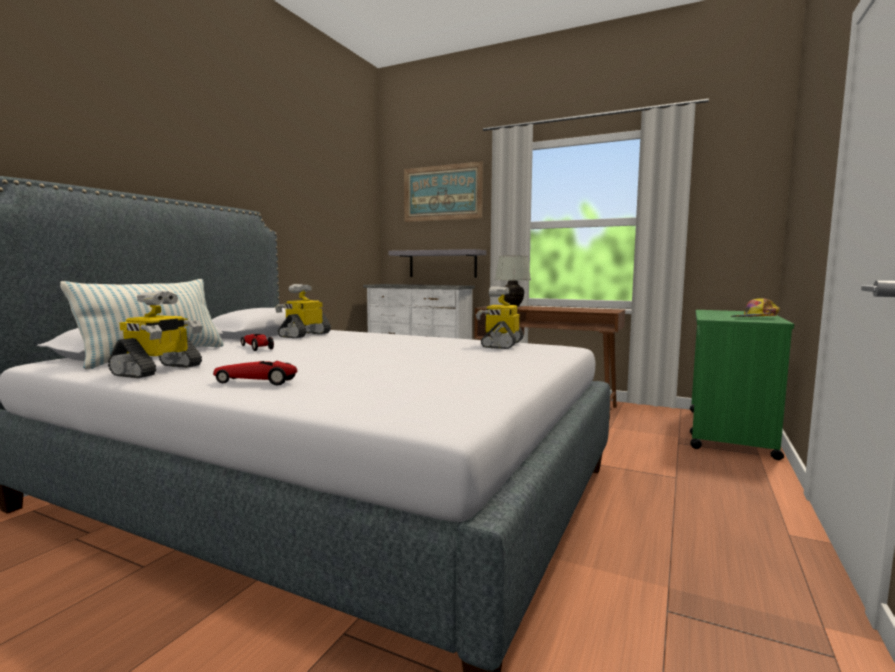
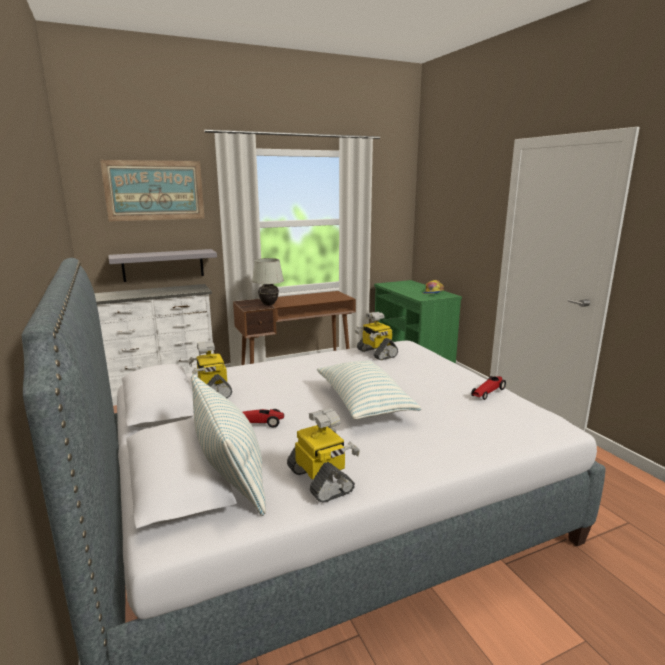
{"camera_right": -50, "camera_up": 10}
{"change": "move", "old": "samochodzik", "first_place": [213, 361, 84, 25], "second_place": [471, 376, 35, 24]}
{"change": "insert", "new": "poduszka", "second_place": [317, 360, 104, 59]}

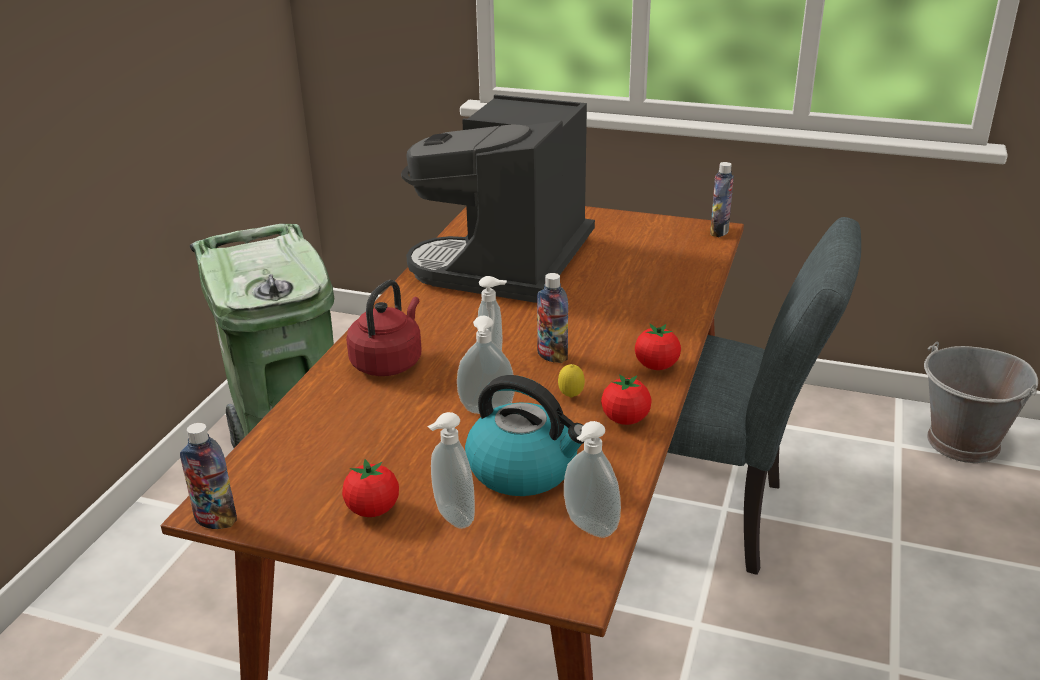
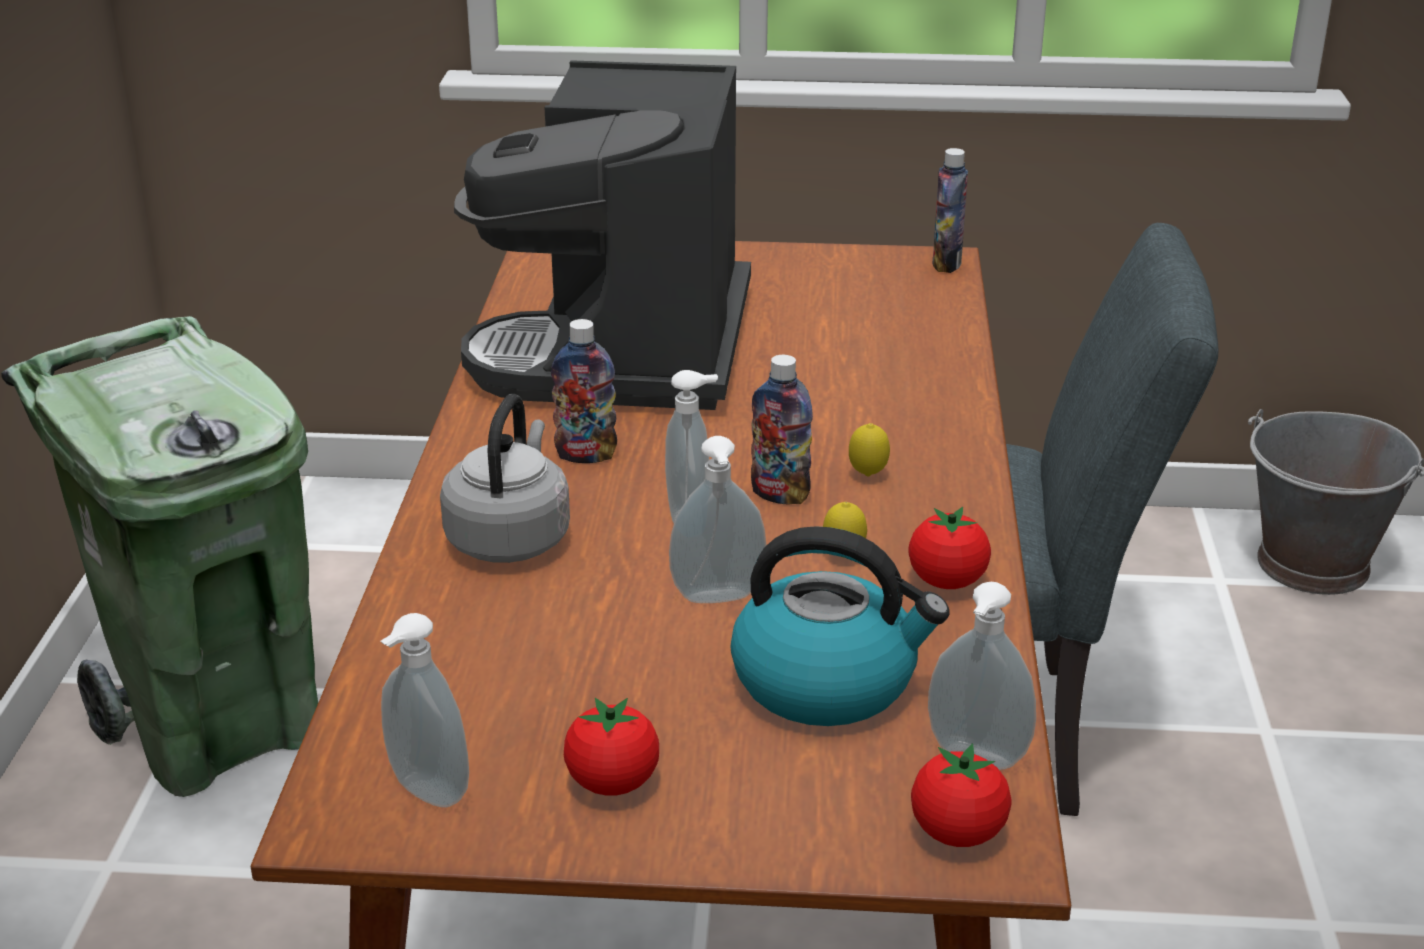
{"camera_right": -15, "camera_up": 0}
{"change": "recolor", "old": "czajnik/czerwony", "new": "czajnik/szary", "first_place": [346, 280, 76, 96], "second_place": [440, 394, 130, 169]}
{"change": "move", "old": "pomidor", "first_place": [635, 324, 46, 46], "second_place": [911, 744, 100, 103]}
{"change": "move", "old": "dozownik mydła", "first_place": [427, 412, 48, 117], "second_place": [380, 613, 89, 194]}
{"change": "move", "old": "butelka", "first_place": [180, 423, 57, 106], "second_place": [551, 319, 66, 144]}
{"change": "insert", "new": "cytryna", "second_place": [849, 423, 41, 53]}

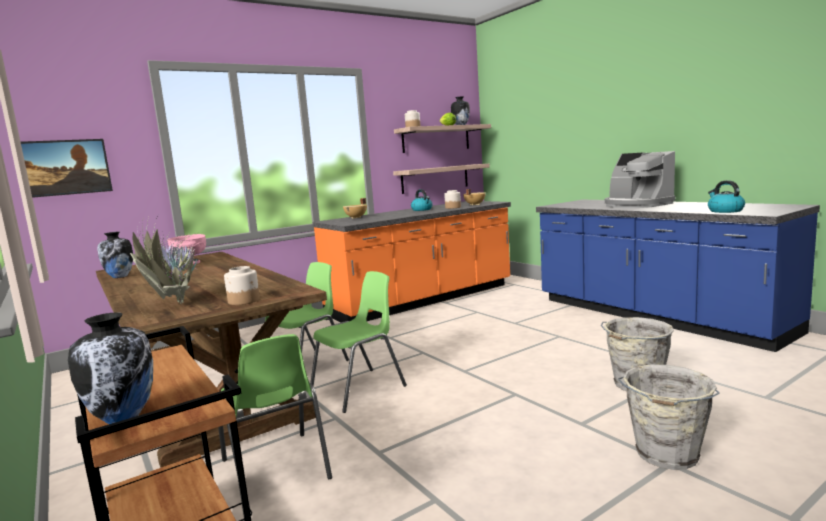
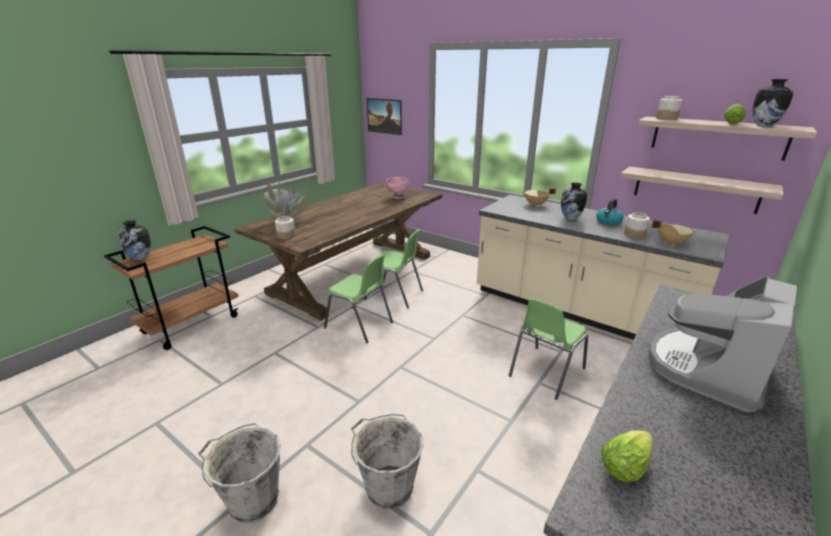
{"camera_right": 70, "camera_up": 15}
{"change": "replace", "old": "czajnik", "new": "sałata", "first_place": [708, 180, 37, 33], "second_place": [601, 431, 51, 51]}
{"change": "recolor", "old": "zabudowa kuchenna/pomarańczowy", "new": "zabudowa kuchenna/beżowy", "first_place": [312, 201, 199, 121], "second_place": [477, 195, 253, 145]}
{"change": "move", "old": "wazon", "first_place": [97, 232, 36, 46], "second_place": [561, 182, 26, 38]}
{"change": "move", "old": "krzesło/zielony", "first_place": [218, 334, 114, 174], "second_place": [509, 298, 79, 102]}

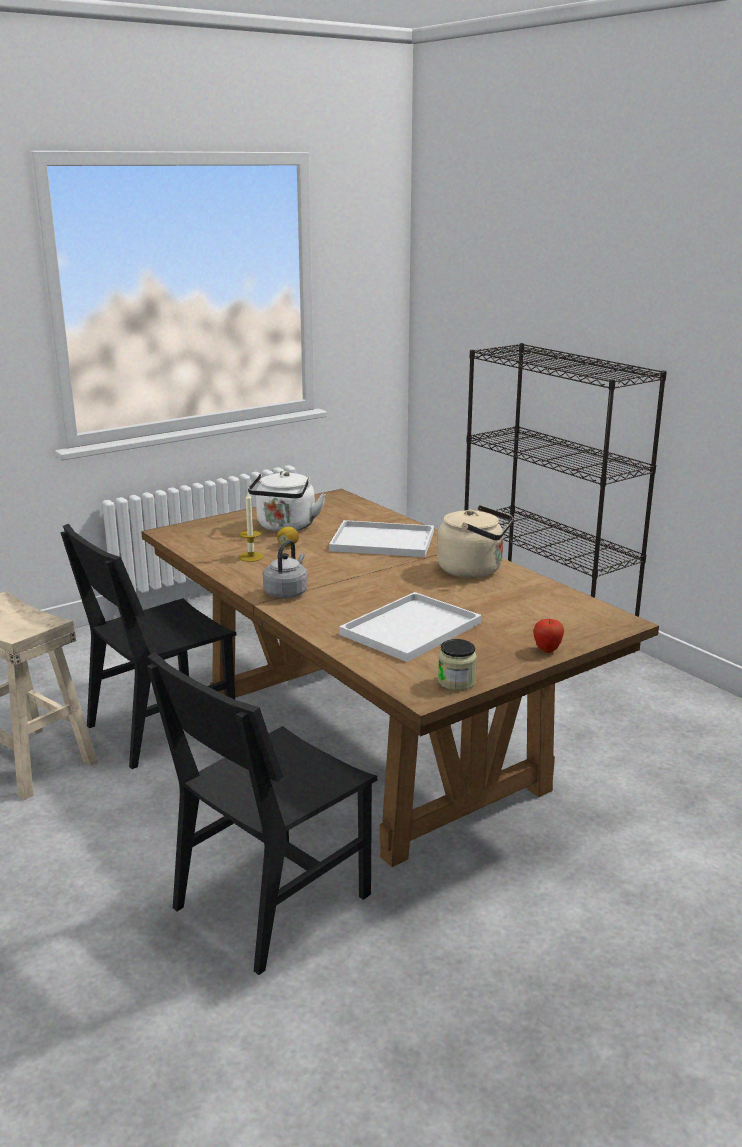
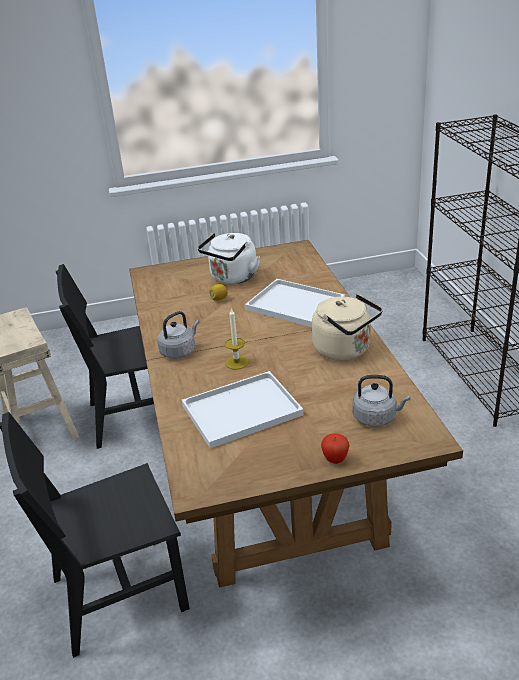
{"camera_right": 25, "camera_up": 10}
{"change": "move", "old": "świeca", "first_place": [238, 493, 26, 69], "second_place": [225, 308, 23, 61]}
{"change": "delete", "old": "słoik", "first_place": [438, 639, 39, 52]}
{"change": "insert", "new": "czajnik/szary", "second_place": [352, 375, 58, 52]}

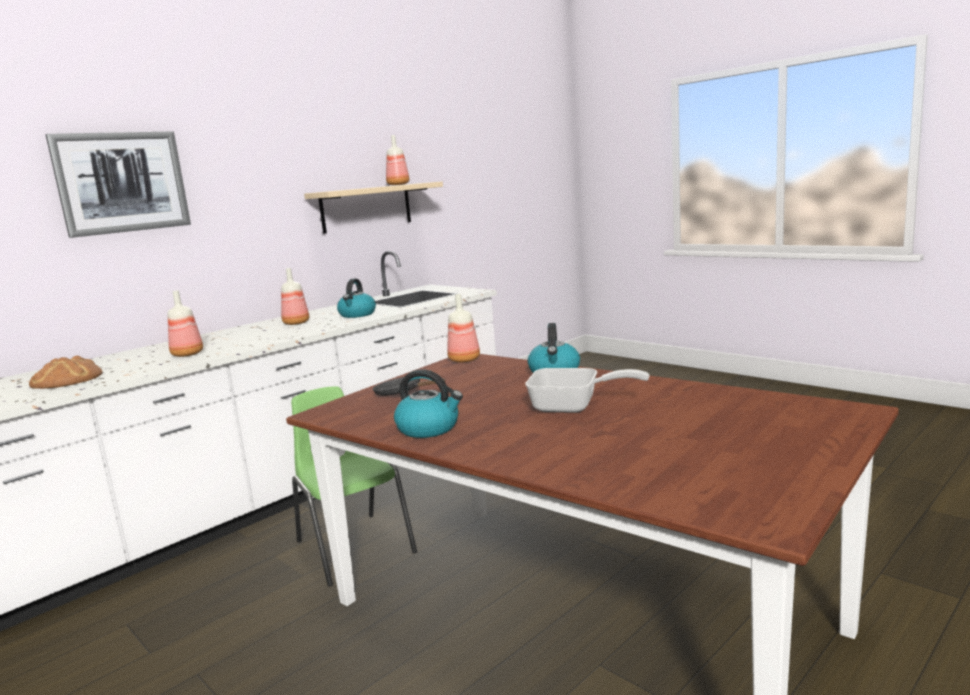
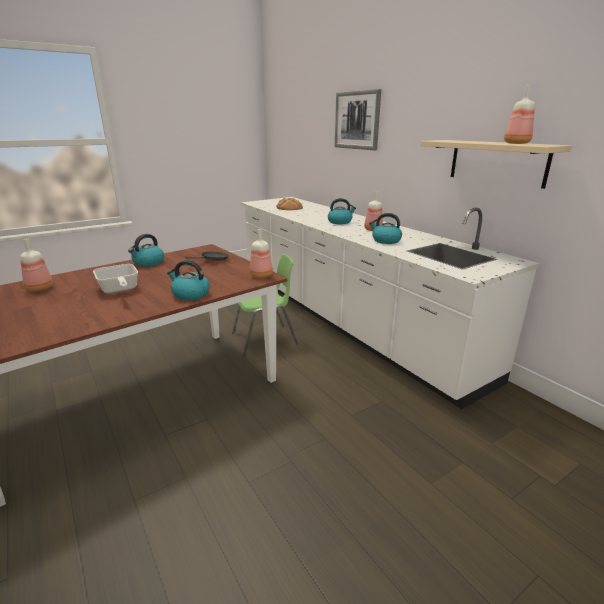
{"camera_right": 100, "camera_up": 10}
{"change": "move", "old": "butelka", "first_place": [168, 290, 35, 67], "second_place": [20, 238, 33, 53]}
{"change": "rotate", "old": "patelnia", "first_place": [525, 368, 125, 45], "second_place": [93, 264, 45, 30], "degrees": -60}
{"change": "insert", "new": "czajnik", "second_place": [328, 198, 28, 26]}

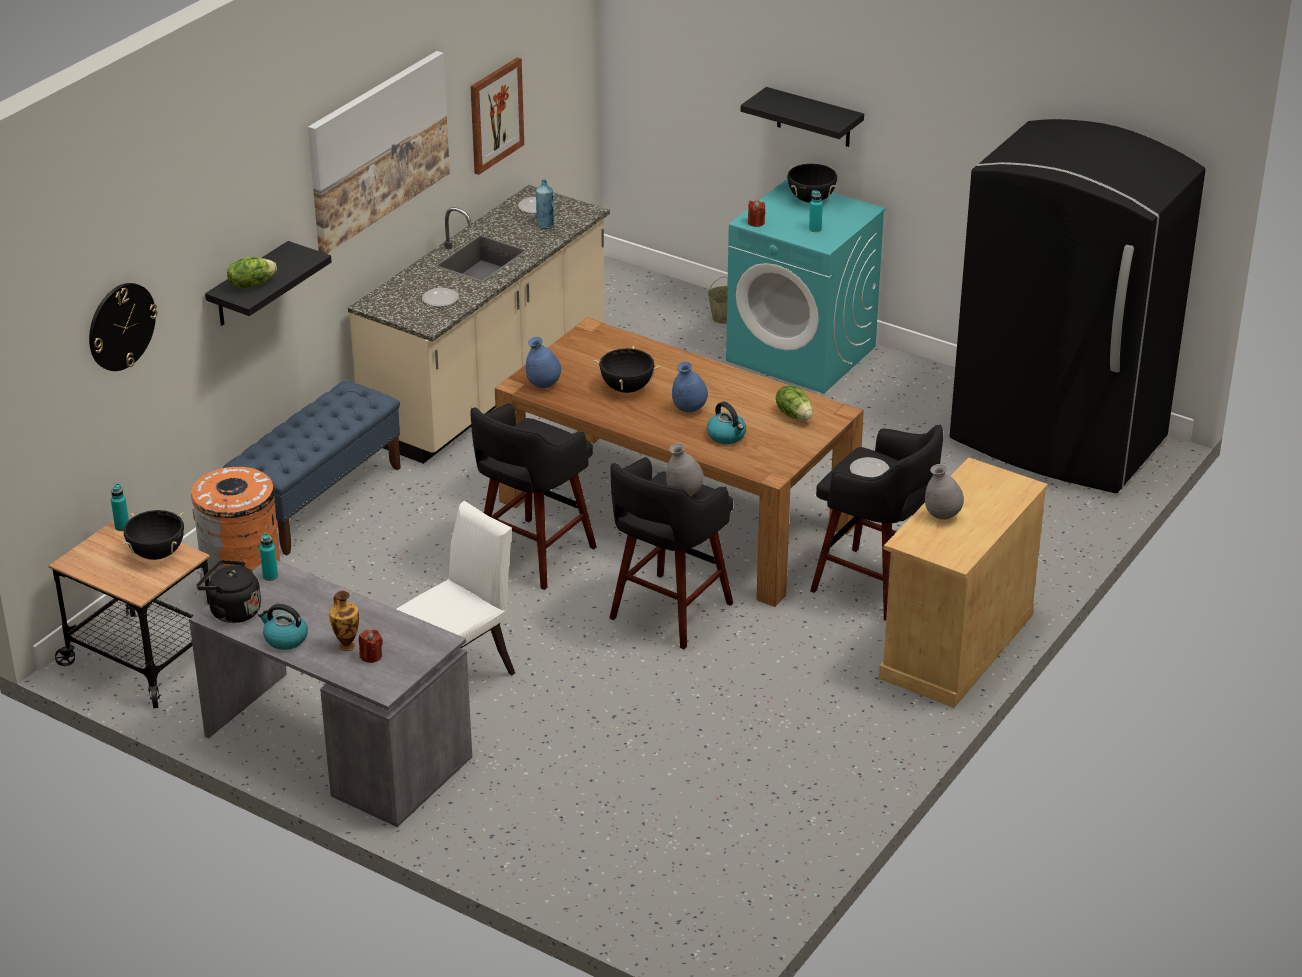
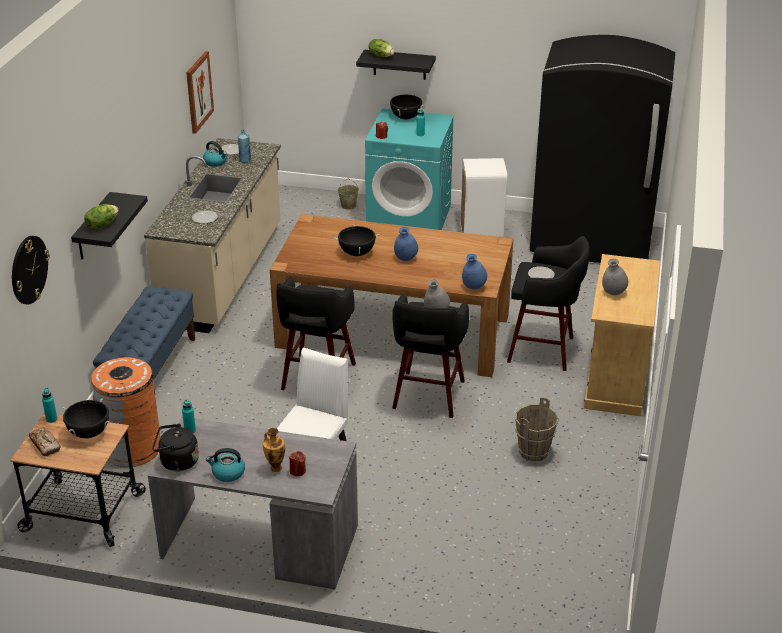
{"camera_right": -20, "camera_up": 0}
{"change": "delete", "old": "obraz", "first_place": [308, 51, 142, 203]}
{"change": "move", "old": "wazon/niebieski", "first_place": [526, 337, 35, 51], "second_place": [462, 254, 25, 35]}
{"change": "move", "old": "sałata", "first_place": [776, 385, 37, 35], "second_place": [368, 39, 26, 18]}
{"change": "move", "old": "czajnik", "first_place": [707, 402, 39, 42], "second_place": [203, 141, 24, 26]}
{"change": "insert", "new": "kosz na śmieci/biały", "second_place": [460, 158, 47, 79]}
{"change": "insert", "new": "wiadro/brązowy", "second_place": [515, 397, 44, 65]}
{"change": "insert", "new": "chleb", "second_place": [29, 428, 32, 28]}

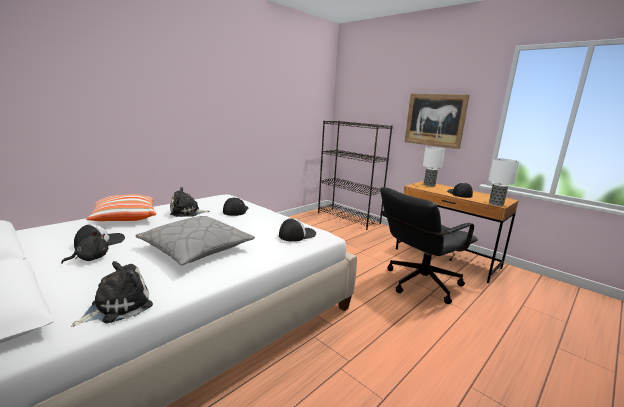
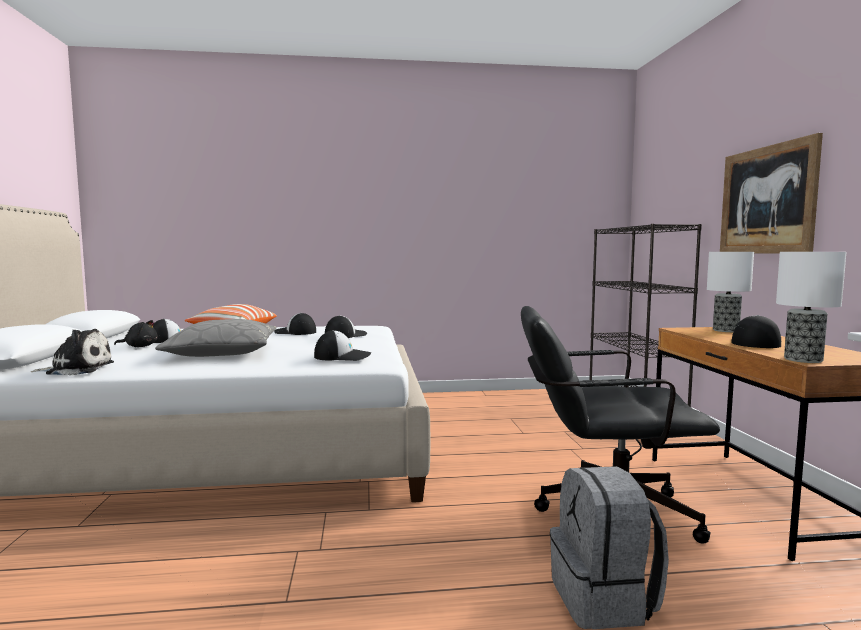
{"camera_right": 40, "camera_up": -10}
{"change": "replace", "old": "pluszak", "new": "czapka z daszkiem", "first_place": [170, 187, 40, 30], "second_place": [274, 313, 42, 22]}
{"change": "insert", "new": "plecak/szary", "second_place": [550, 466, 119, 163]}

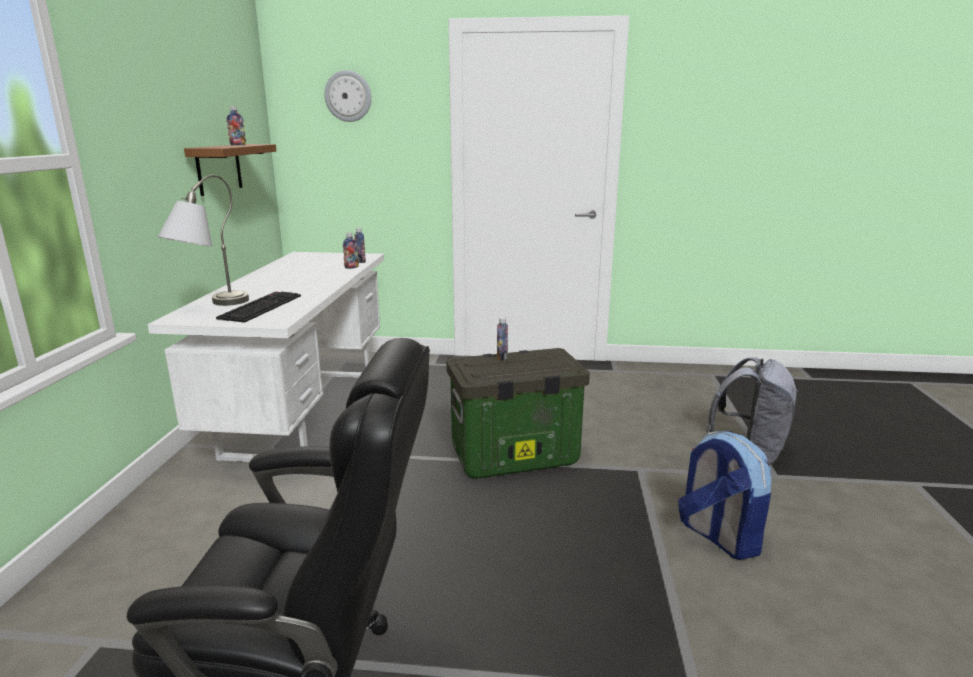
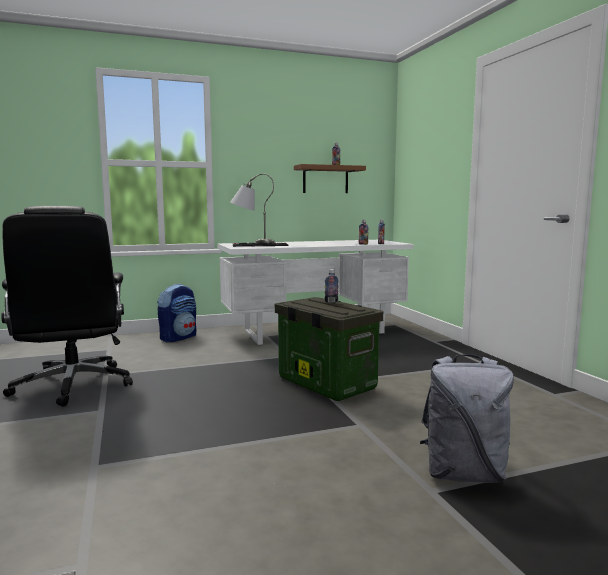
{"camera_right": 65, "camera_up": -10}
{"change": "delete", "old": "zegar ścienny", "first_place": [324, 70, 48, 52]}
{"change": "move", "old": "plecak", "first_place": [678, 431, 93, 129], "second_place": [157, 284, 39, 58]}

